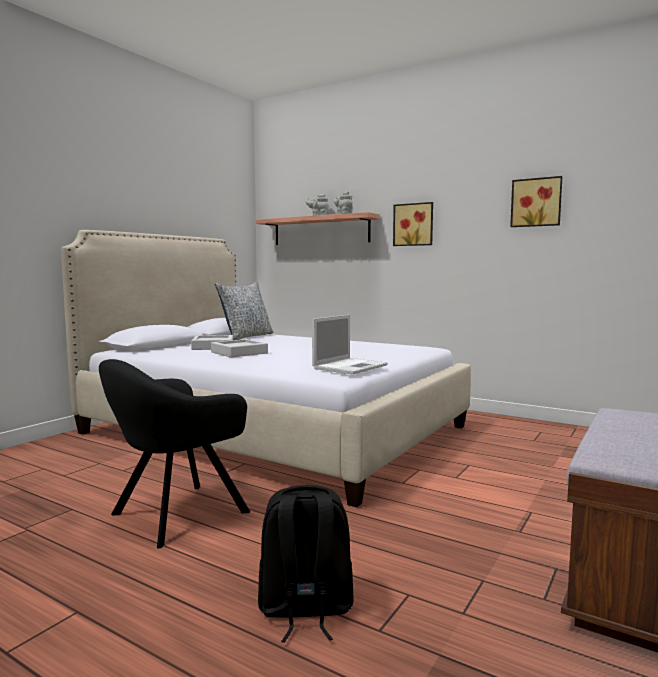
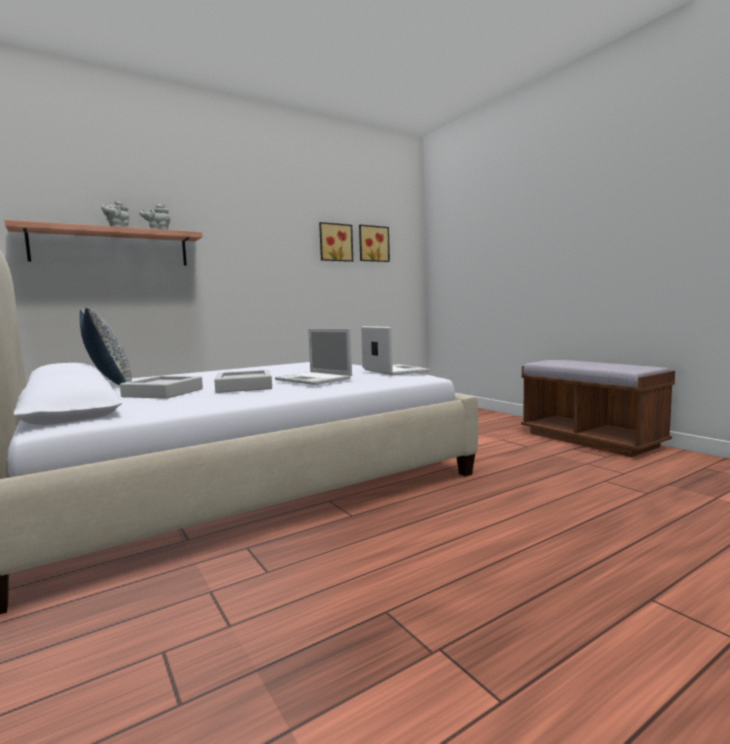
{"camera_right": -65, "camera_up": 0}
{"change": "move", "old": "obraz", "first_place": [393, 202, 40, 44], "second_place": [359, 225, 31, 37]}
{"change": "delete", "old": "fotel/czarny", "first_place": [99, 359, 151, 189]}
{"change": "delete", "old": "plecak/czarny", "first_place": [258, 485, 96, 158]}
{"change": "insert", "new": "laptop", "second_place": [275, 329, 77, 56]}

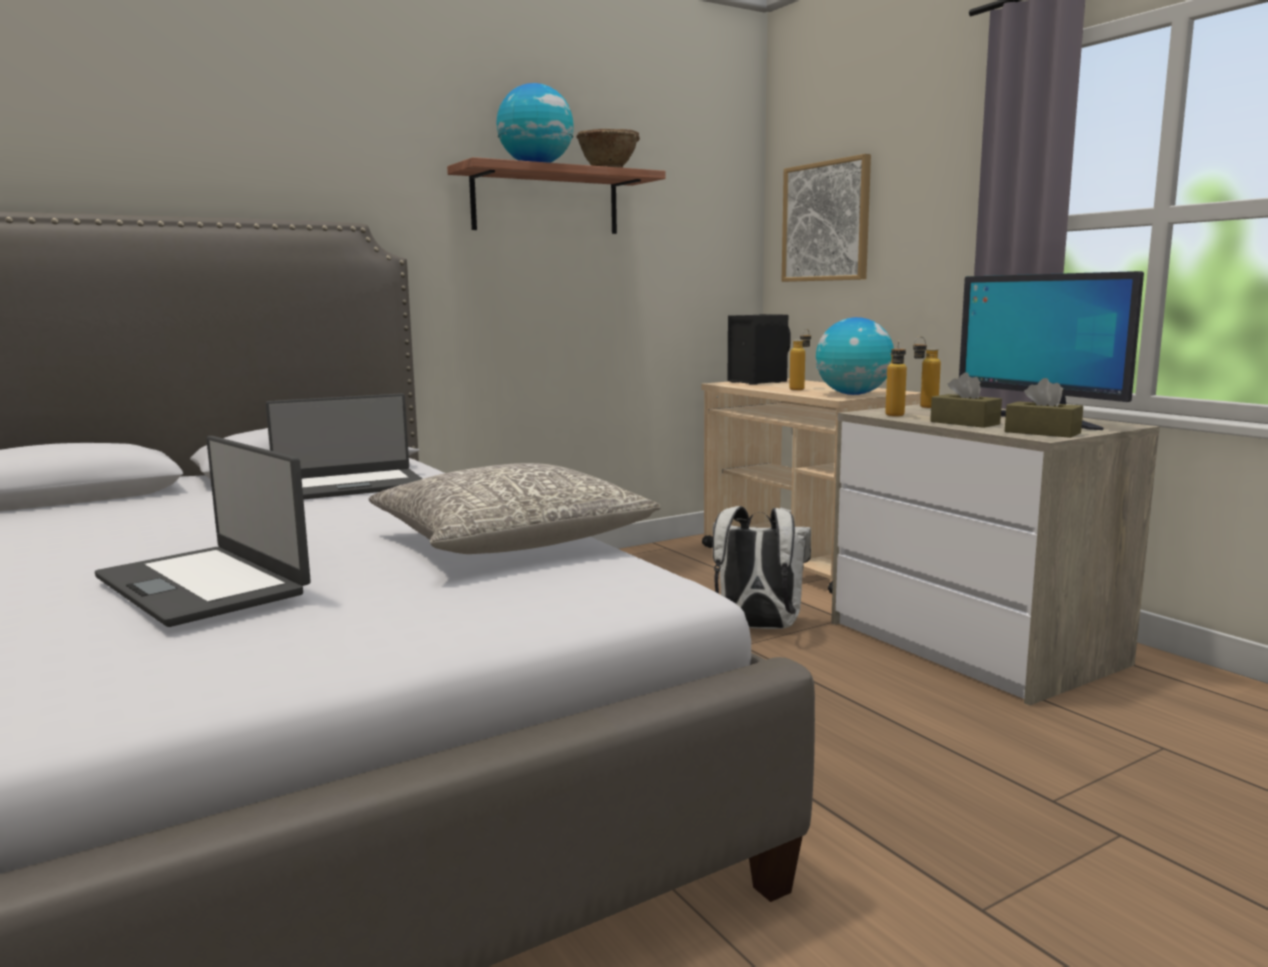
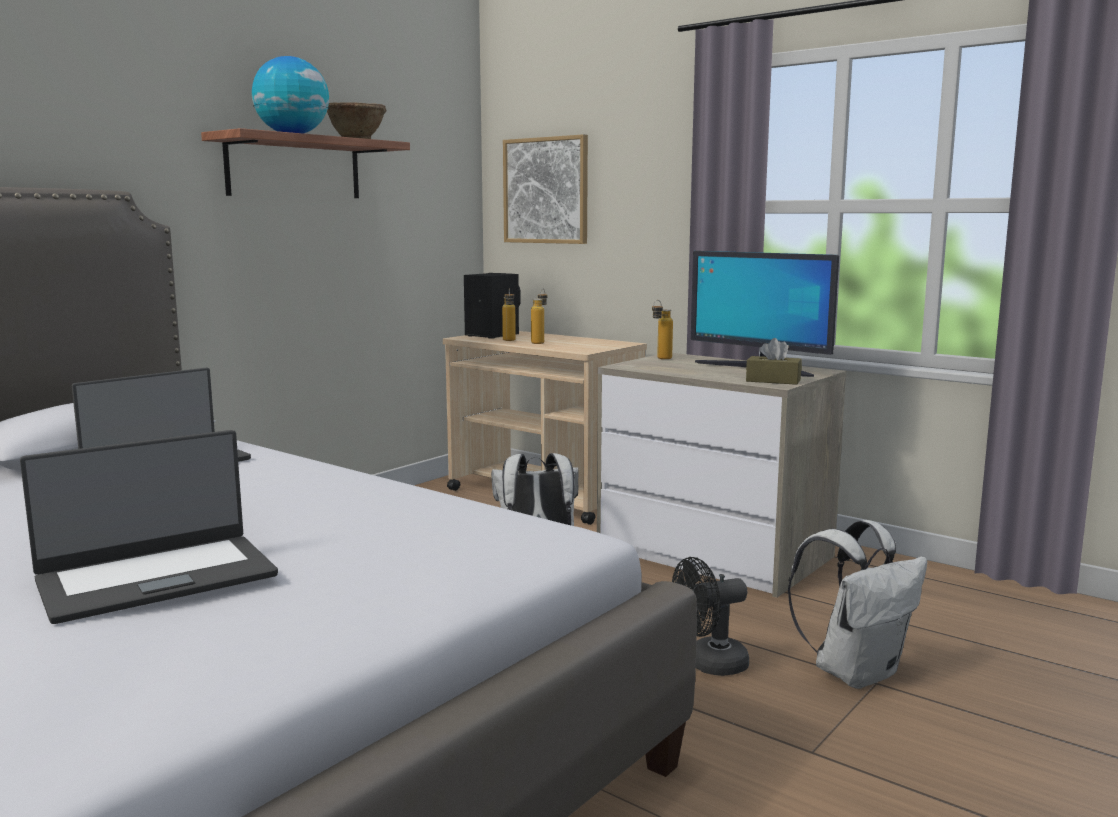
{"camera_right": -20, "camera_up": 0}
{"change": "delete", "old": "globus", "first_place": [816, 317, 78, 78]}
{"change": "move", "old": "butelka", "first_place": [885, 341, 22, 75], "second_place": [502, 289, 14, 52]}
{"change": "delete", "old": "pudełko chusteczek/brązowy", "first_place": [930, 372, 72, 56]}
{"change": "rotate", "old": "laptop", "first_place": [95, 436, 216, 191], "second_place": [20, 430, 258, 194], "degrees": -60}
{"change": "delete", "old": "poduszka/szary", "first_place": [369, 463, 292, 91]}
{"change": "insert", "new": "plecak/biały", "second_place": [788, 520, 139, 169]}
{"change": "insert", "new": "wentylator/czarny", "second_place": [672, 557, 77, 119]}

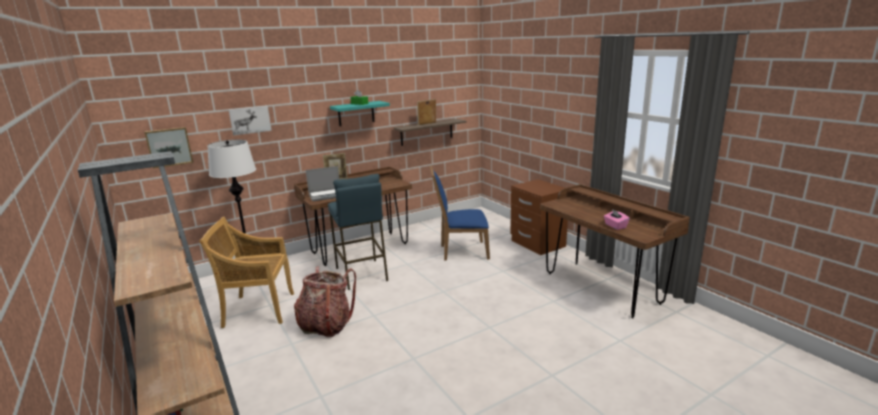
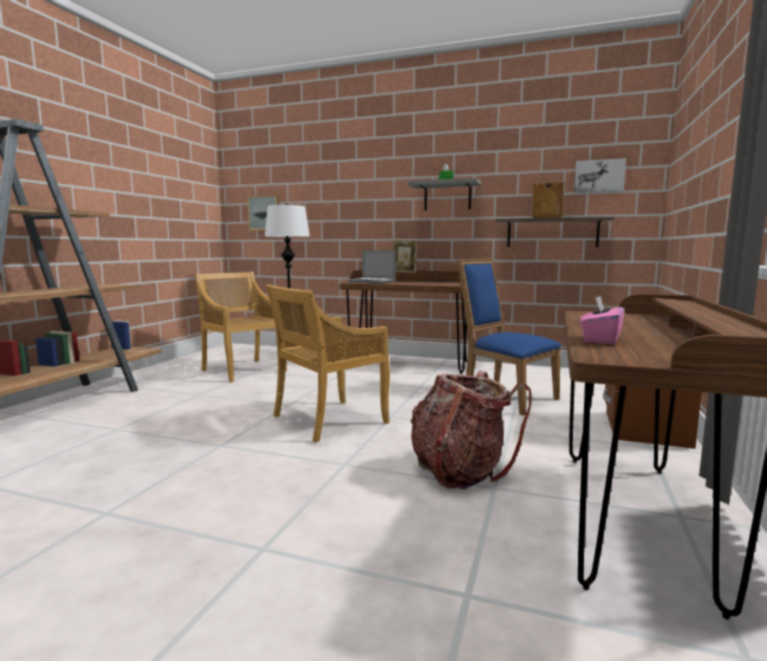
{"camera_right": 50, "camera_up": -10}
{"change": "recolor", "old": "półka/turkusowy", "new": "półka/szary", "first_place": [330, 101, 60, 25], "second_place": [408, 178, 74, 33]}
{"change": "move", "old": "obraz", "first_place": [229, 106, 43, 29], "second_place": [574, 158, 52, 35]}
{"change": "delete", "old": "stołek/niebieski", "first_place": [328, 174, 60, 116]}
{"change": "move", "old": "plecak", "first_place": [294, 267, 62, 70], "second_place": [410, 371, 122, 118]}
{"change": "insert", "new": "krzesło/beżowy", "second_place": [266, 284, 124, 158]}

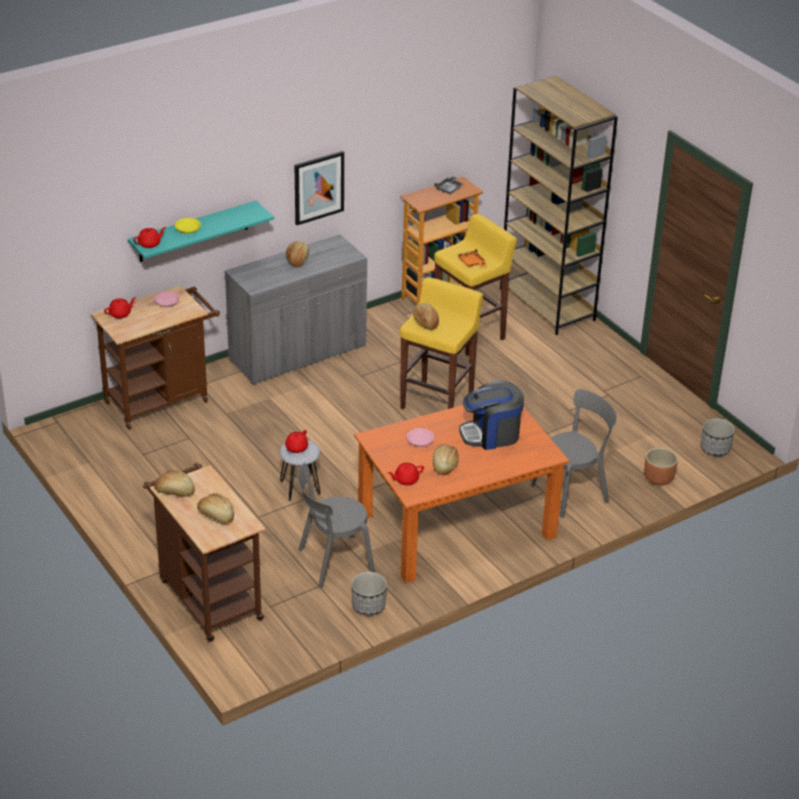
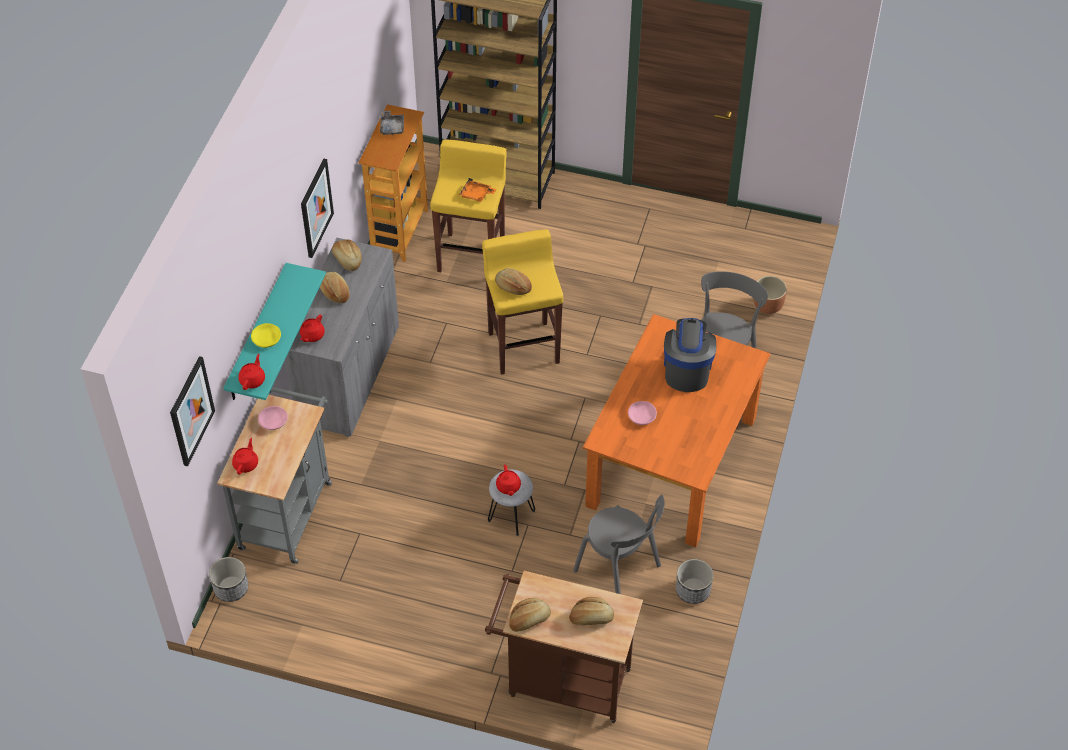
{"camera_right": -40, "camera_up": 15}
{"change": "recolor", "old": "wózek/brązowy", "new": "wózek/szary", "first_place": [91, 285, 129, 145], "second_place": [217, 386, 115, 178]}
{"change": "rotate", "old": "ekspres do kawy", "first_place": [459, 380, 65, 70], "second_place": [664, 318, 52, 74], "degrees": 150}
{"change": "move", "old": "donica", "first_place": [701, 418, 34, 38], "second_place": [209, 557, 39, 45]}
{"change": "move", "old": "chleb", "first_place": [433, 444, 26, 31], "second_place": [332, 239, 30, 32]}
{"change": "rotate", "old": "krzesło/szary", "first_place": [297, 463, 78, 125], "second_place": [573, 495, 92, 99], "degrees": -75}
{"change": "move", "old": "imbryk/czerwony", "first_place": [388, 463, 36, 22], "second_place": [300, 315, 25, 27]}
{"change": "insert", "new": "obraz", "second_place": [170, 356, 45, 110]}

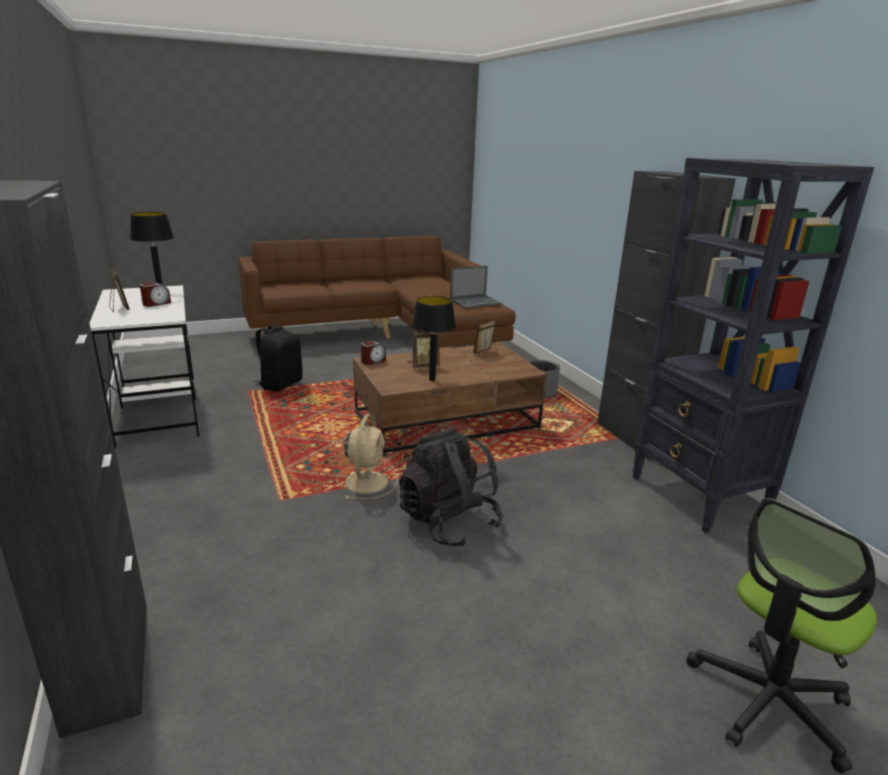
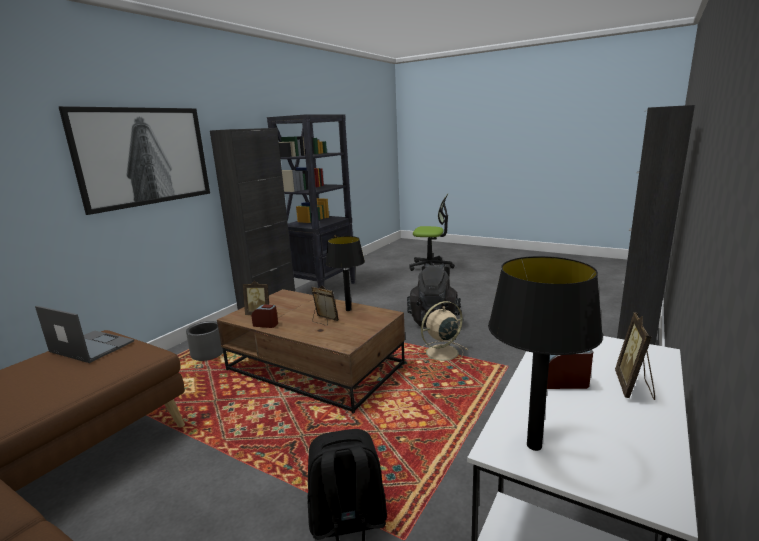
{"camera_right": -125, "camera_up": -5}
{"change": "move", "old": "budzik", "first_place": [361, 341, 25, 24], "second_place": [252, 304, 26, 24]}
{"change": "insert", "new": "obraz", "second_place": [59, 106, 151, 109]}

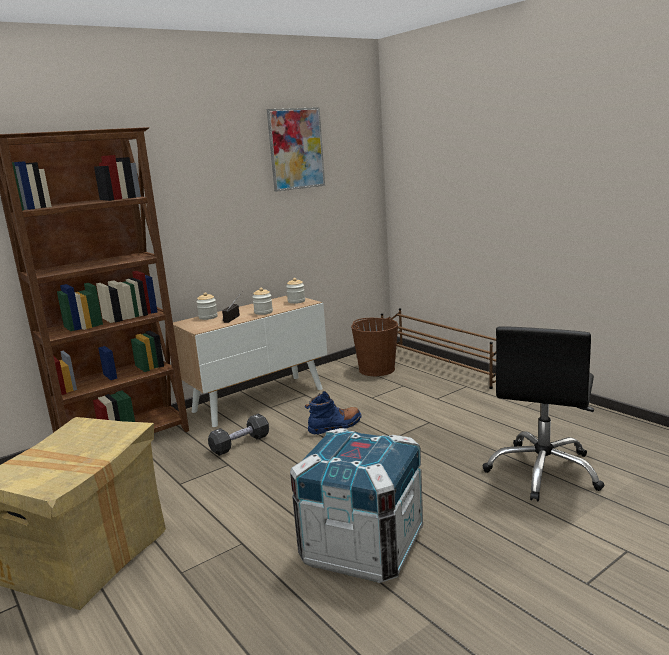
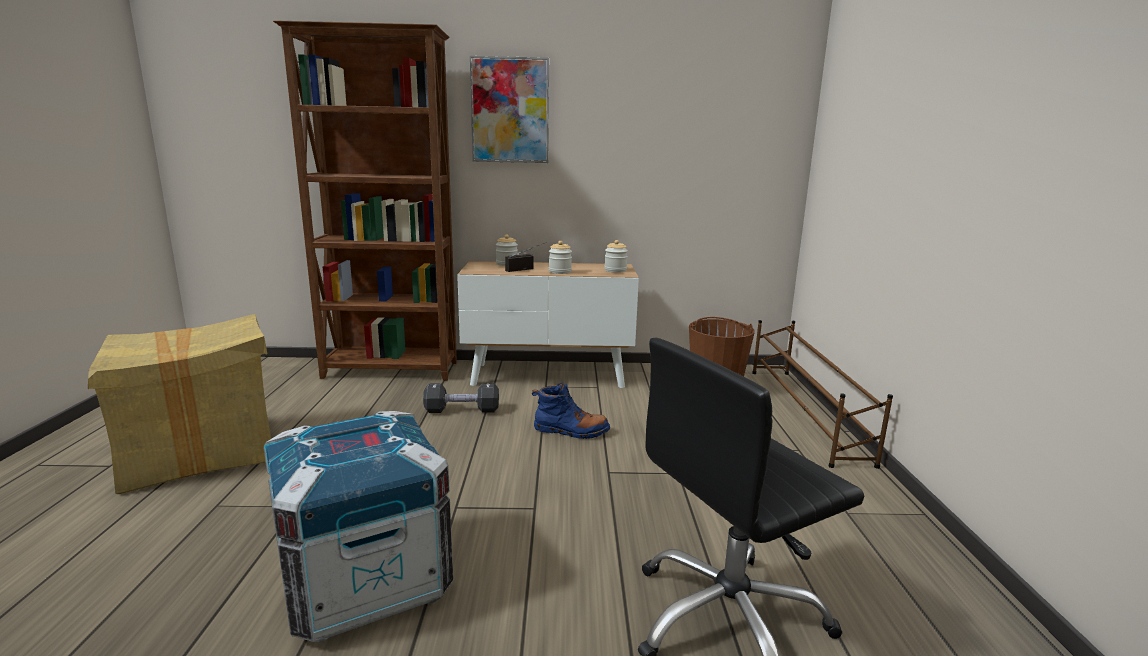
{"camera_right": 35, "camera_up": 0}
{"change": "move", "old": "obraz", "first_place": [267, 107, 58, 85], "second_place": [470, 56, 79, 107]}

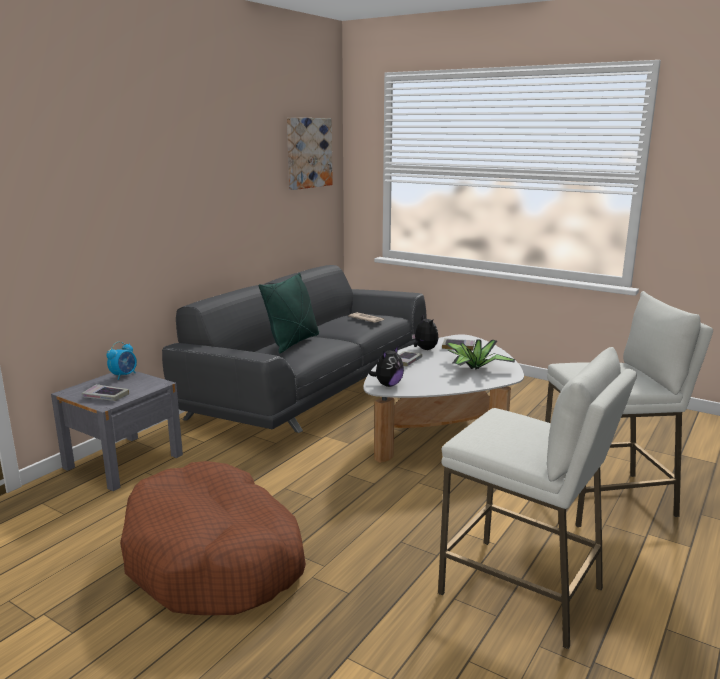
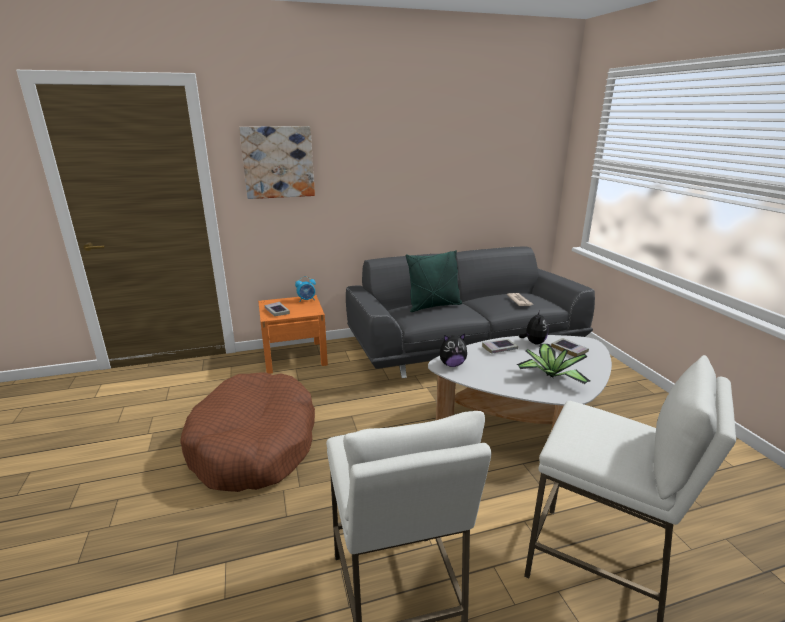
{"camera_right": 40, "camera_up": 5}
{"change": "move", "old": "obraz", "first_place": [287, 118, 46, 72], "second_place": [239, 126, 76, 73]}
{"change": "recolor", "old": "szafka nocna/szary", "new": "szafka nocna/pomarańczowy", "first_place": [51, 371, 132, 120], "second_place": [258, 295, 70, 79]}

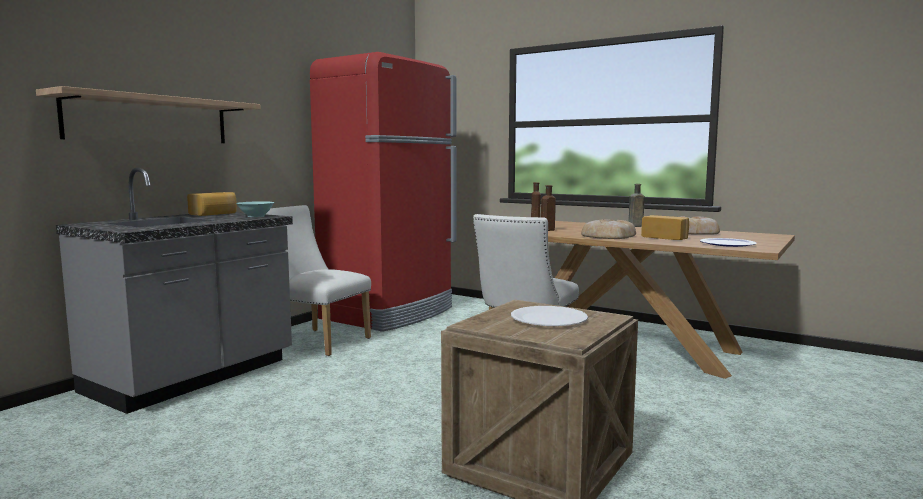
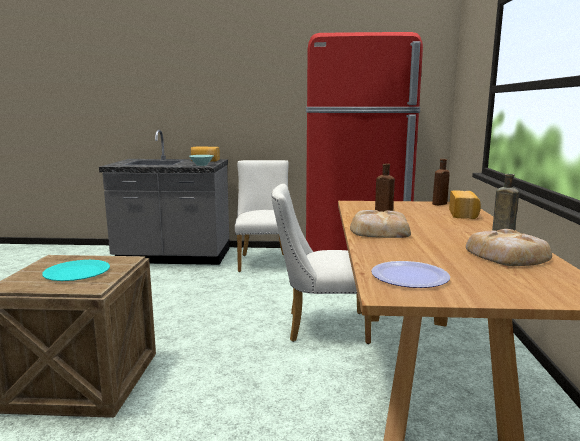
{"camera_right": 60, "camera_up": 5}
{"change": "delete", "old": "półka", "first_place": [36, 86, 225, 57]}
{"change": "move", "old": "chleb", "first_place": [641, 215, 48, 25], "second_place": [449, 190, 32, 29]}
{"change": "recolor", "old": "talerz/biały", "new": "talerz/turkusowy", "first_place": [511, 306, 77, 20], "second_place": [42, 260, 68, 21]}

